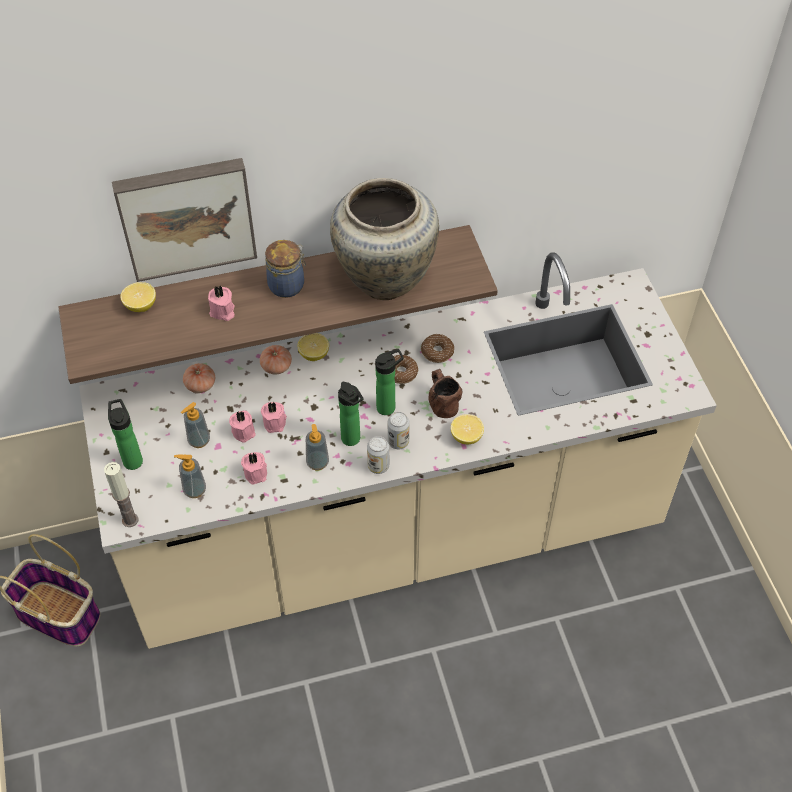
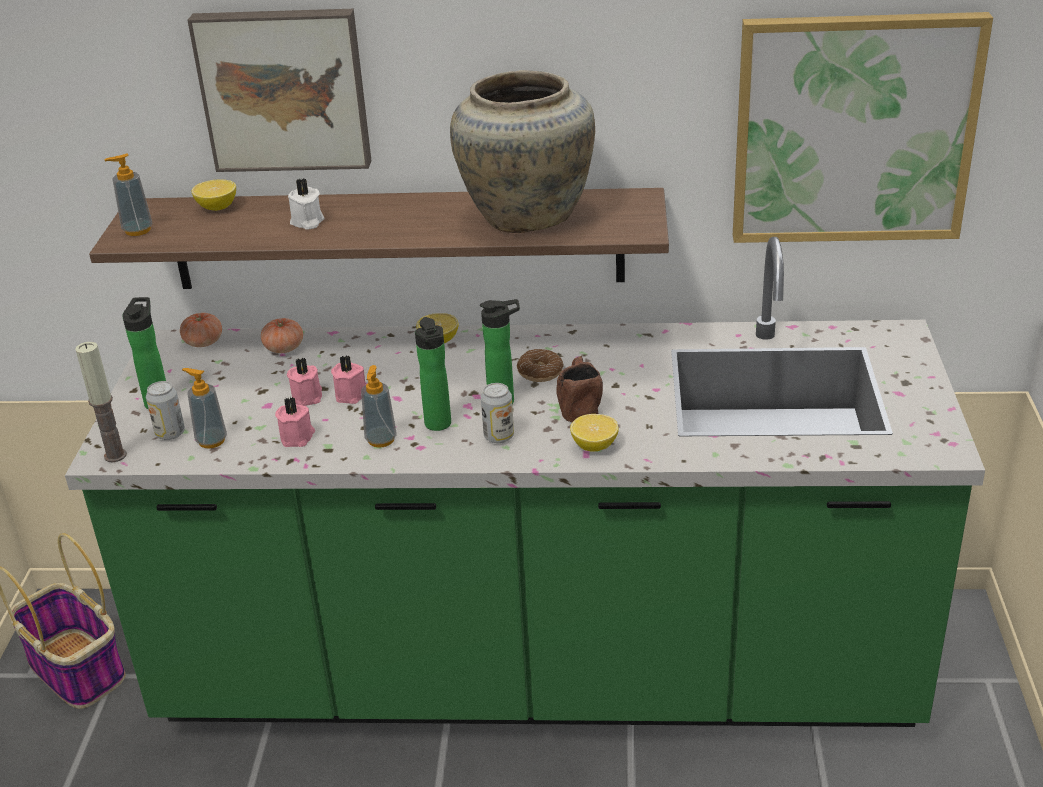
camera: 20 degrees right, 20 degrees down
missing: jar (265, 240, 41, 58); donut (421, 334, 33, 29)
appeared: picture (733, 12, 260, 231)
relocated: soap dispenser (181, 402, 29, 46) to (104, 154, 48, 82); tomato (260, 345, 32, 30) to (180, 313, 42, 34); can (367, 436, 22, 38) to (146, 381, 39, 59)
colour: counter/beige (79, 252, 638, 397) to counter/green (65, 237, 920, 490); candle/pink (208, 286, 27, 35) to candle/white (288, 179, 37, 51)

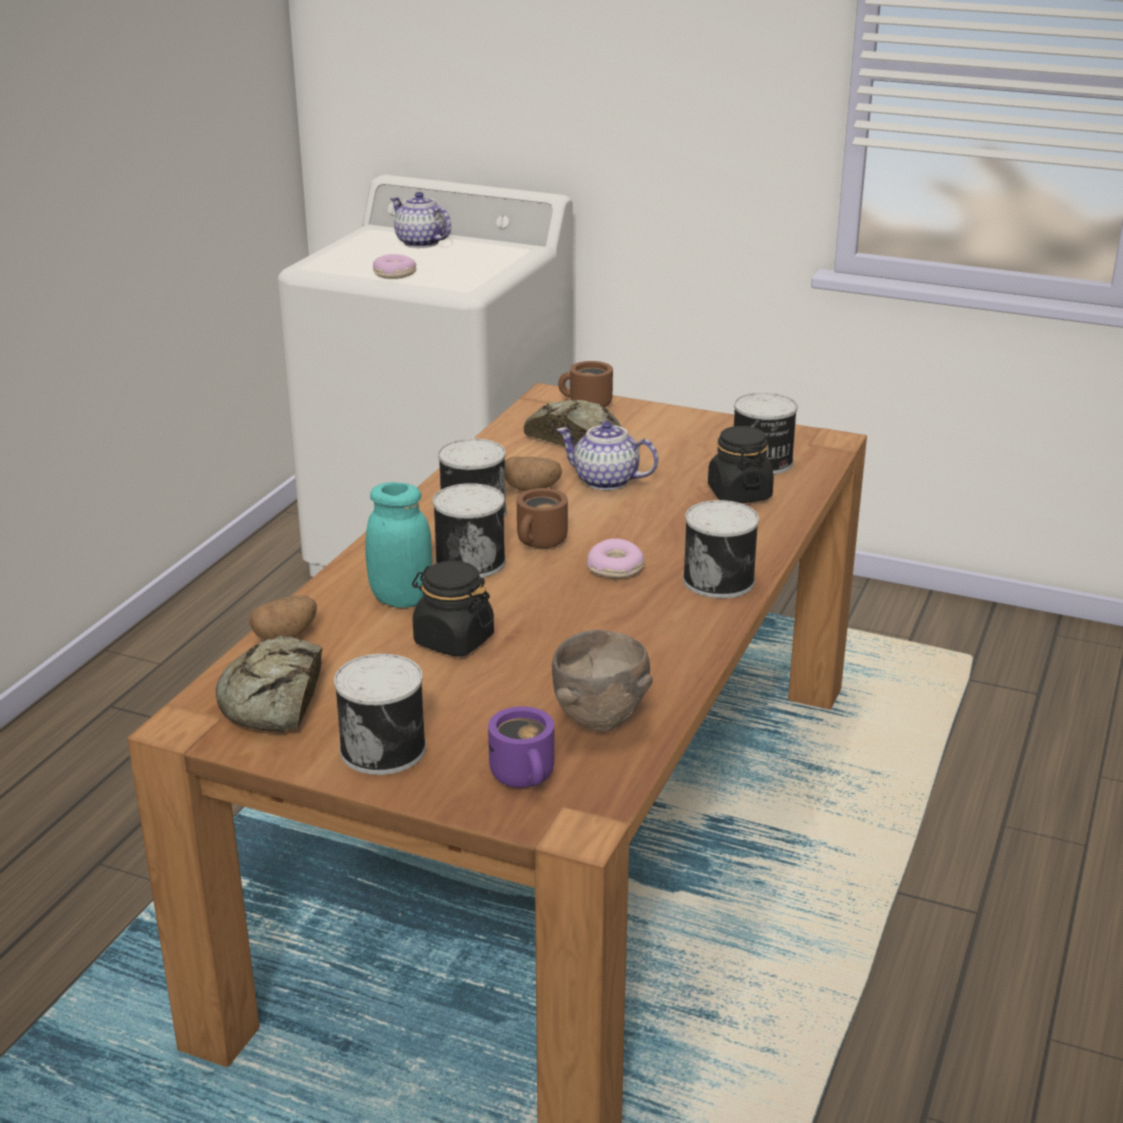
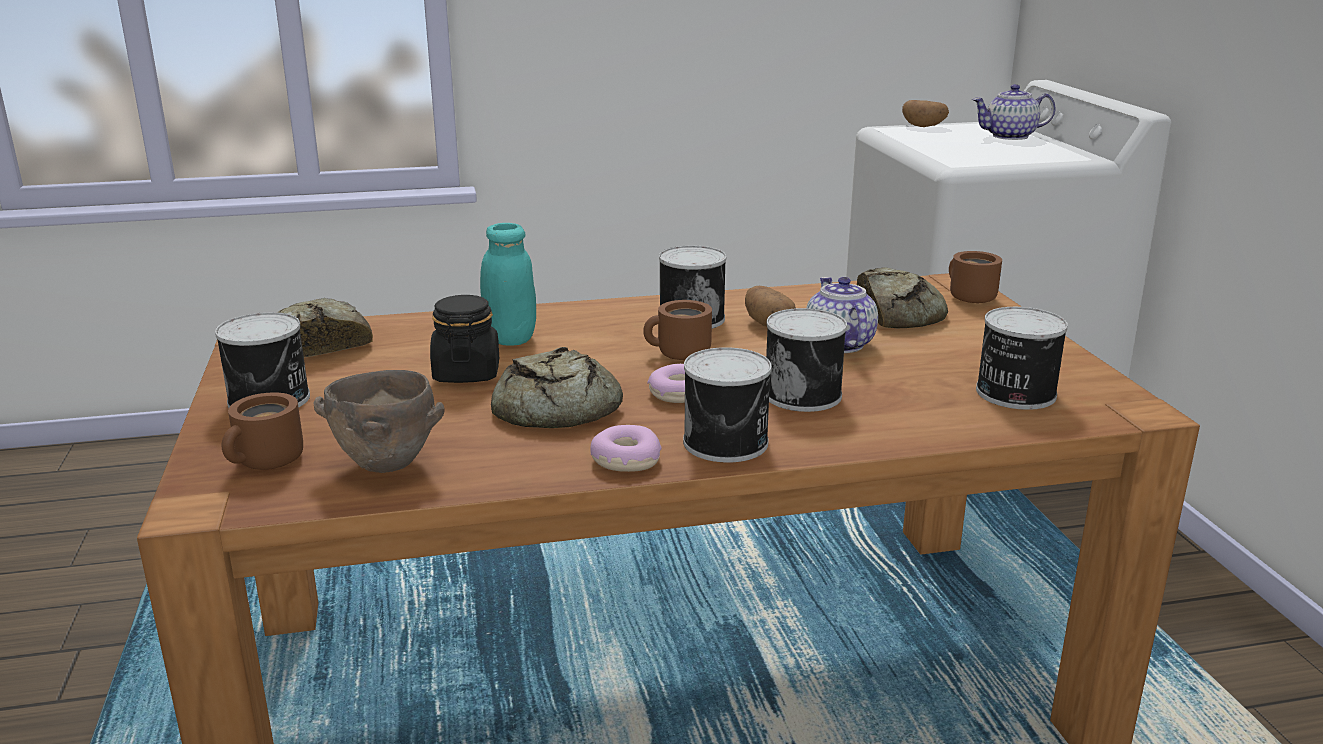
camera: 55 degrees right, 5 degrees down
missing: jar/black (708, 426, 66, 77)
appeared: bread (491, 347, 132, 81)
relocated: potato (250, 595, 67, 45) to (902, 100, 47, 27); donut (373, 254, 43, 25) to (591, 425, 71, 47); can (433, 483, 73, 95) to (766, 308, 81, 104)
colour: mug/purple (488, 706, 66, 82) to mug/brown (222, 392, 81, 78)
spun: teapot (390, 192, 61, 56) = (972, 84, 84, 56) 105 degrees counterclockwise

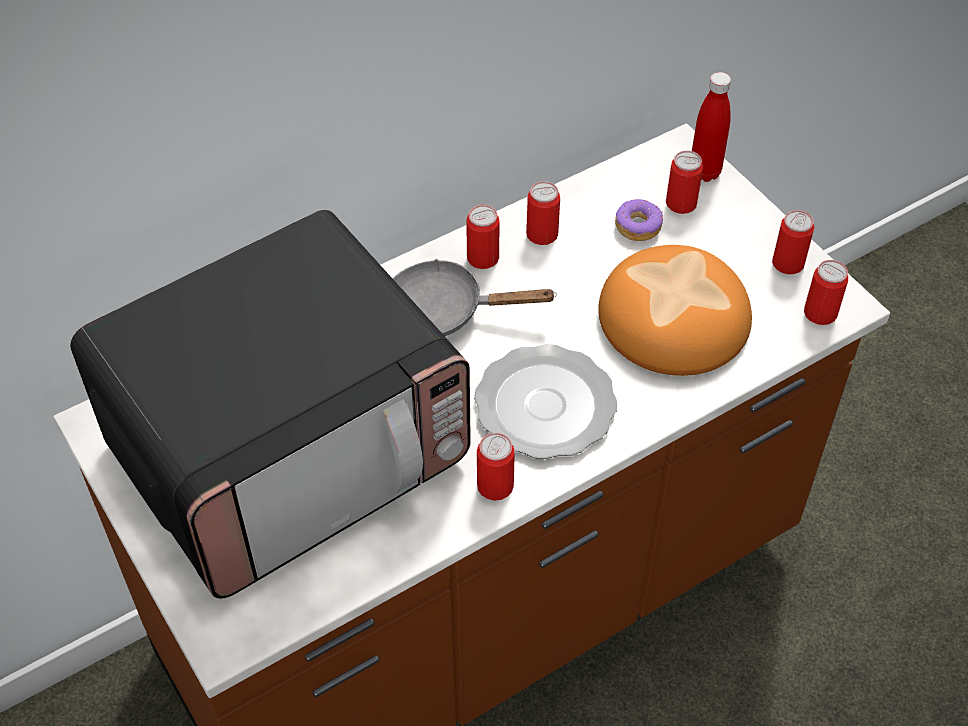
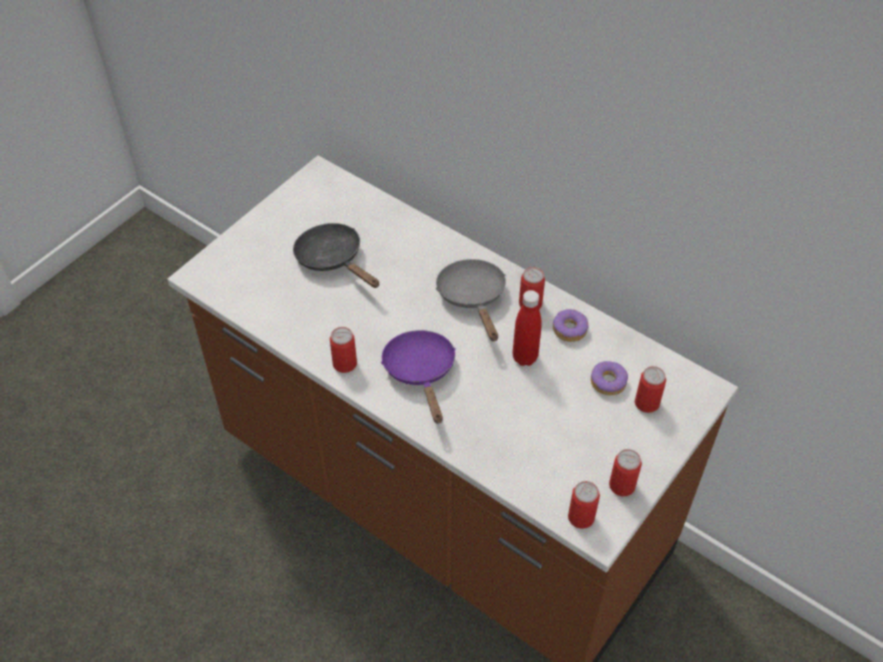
camera: 70 degrees right, 0 degrees up
missing: bread (598, 245, 154, 131)
relocated: bottle/red (692, 72, 39, 110) to (513, 290, 29, 76)
exchanged: microwave (70, 210, 401, 389) to frying pan/black (293, 223, 86, 65); plate (474, 344, 143, 115) to frying pan/purple (381, 330, 75, 94); can (526, 181, 34, 64) to donut (553, 309, 36, 33)

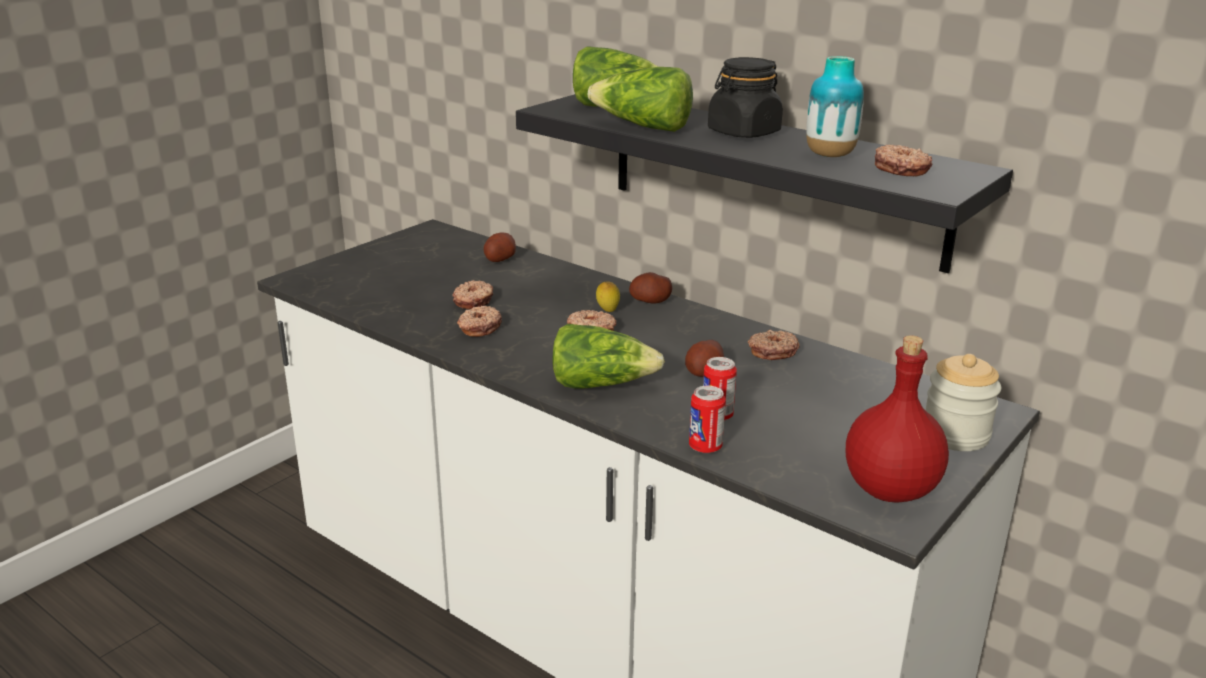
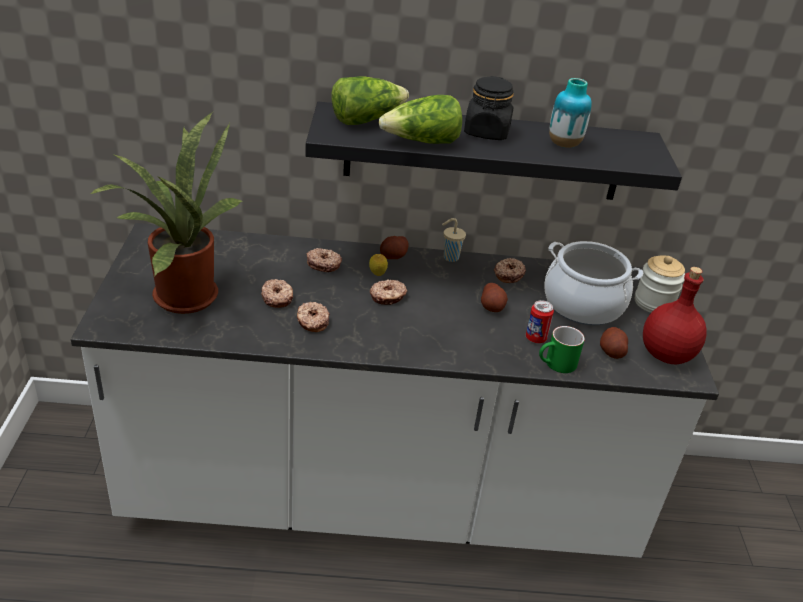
camera: 40 degrees left, 10 degrees up
missing: lettuce (553, 324, 112, 65)
appeared: potted plant (91, 112, 151, 202); cup/beige (442, 218, 24, 44); cooking pot (544, 241, 99, 84)
relocated: potato (484, 233, 32, 29) to (600, 327, 28, 32); donut (875, 145, 57, 31) to (307, 248, 35, 24)
exchanged: can (689, 386, 37, 67) to mug/green (539, 326, 46, 47)

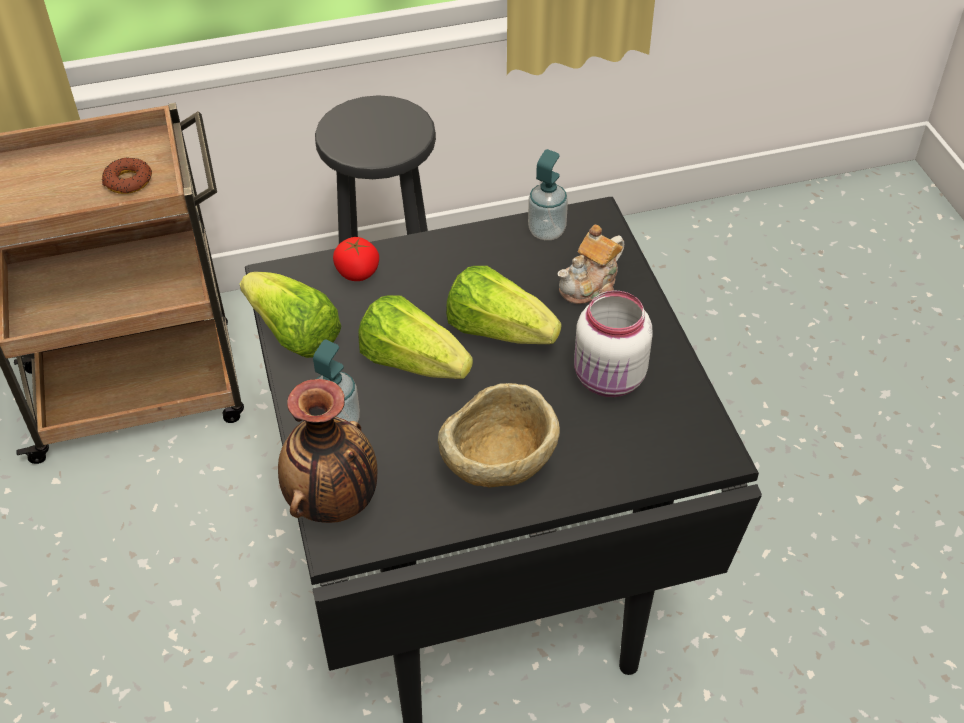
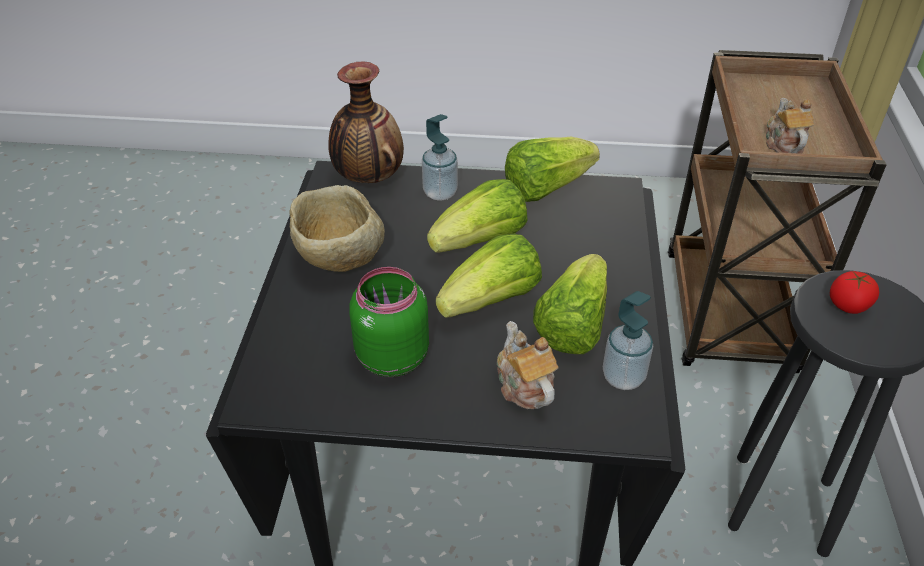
camera: 110 degrees right, 5 degrees down
appeared: lettuce (533, 254, 74, 100)
relocated: tomato (333, 237, 46, 44) to (830, 271, 49, 43)
exchanged: donut (102, 157, 50, 37) to teapot (766, 98, 48, 56)
colour: jar/white (574, 290, 79, 107) to jar/green (349, 267, 80, 110)

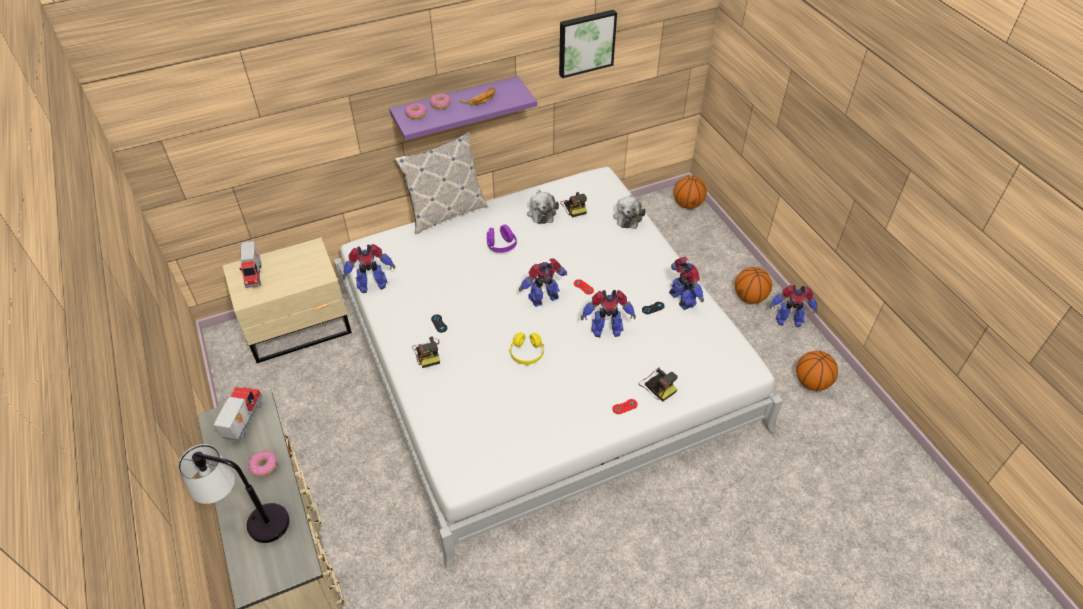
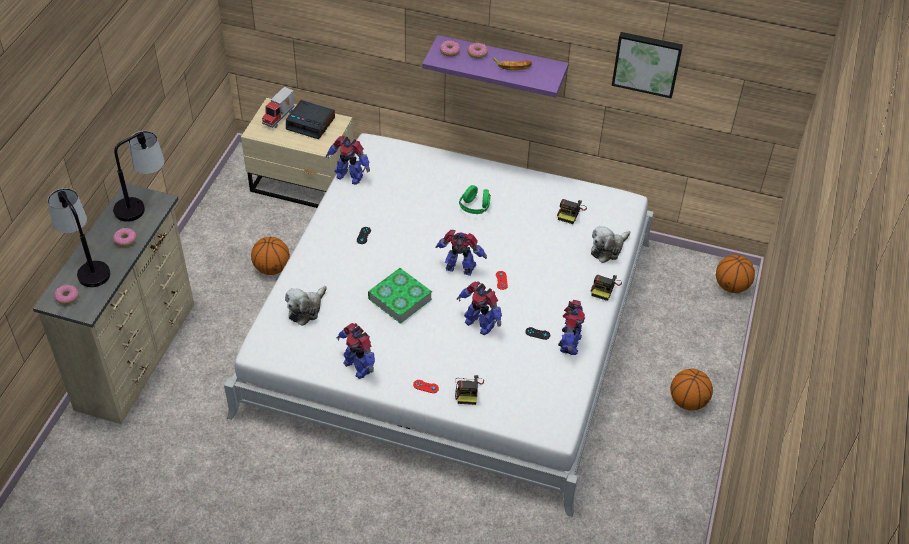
camera: 40 degrees right, 0 degrees up
missing: pillow (394, 132, 93, 102)
appeared: donut (54, 285, 25, 20); alarm clock (286, 100, 49, 39)
relocated: photo camera (412, 336, 28, 32) to (590, 275, 32, 26); plush toy (527, 190, 32, 34) to (285, 286, 42, 40); toy robot (769, 285, 49, 42) to (337, 323, 38, 56); basketball (796, 351, 42, 40) to (251, 237, 39, 38)
exchanged: toy truck (214, 387, 48, 54) to table lamp (113, 130, 52, 92); headphones/yellow (510, 332, 34, 33) to book (368, 268, 64, 56)
colour: headphones/purple (487, 225, 30, 28) to headphones/green (459, 185, 32, 29)

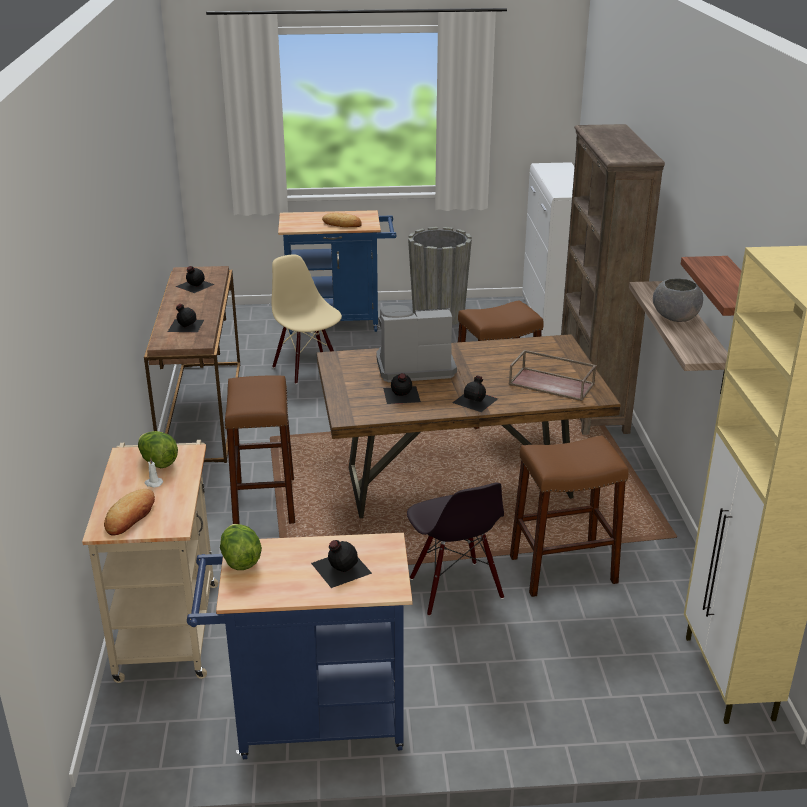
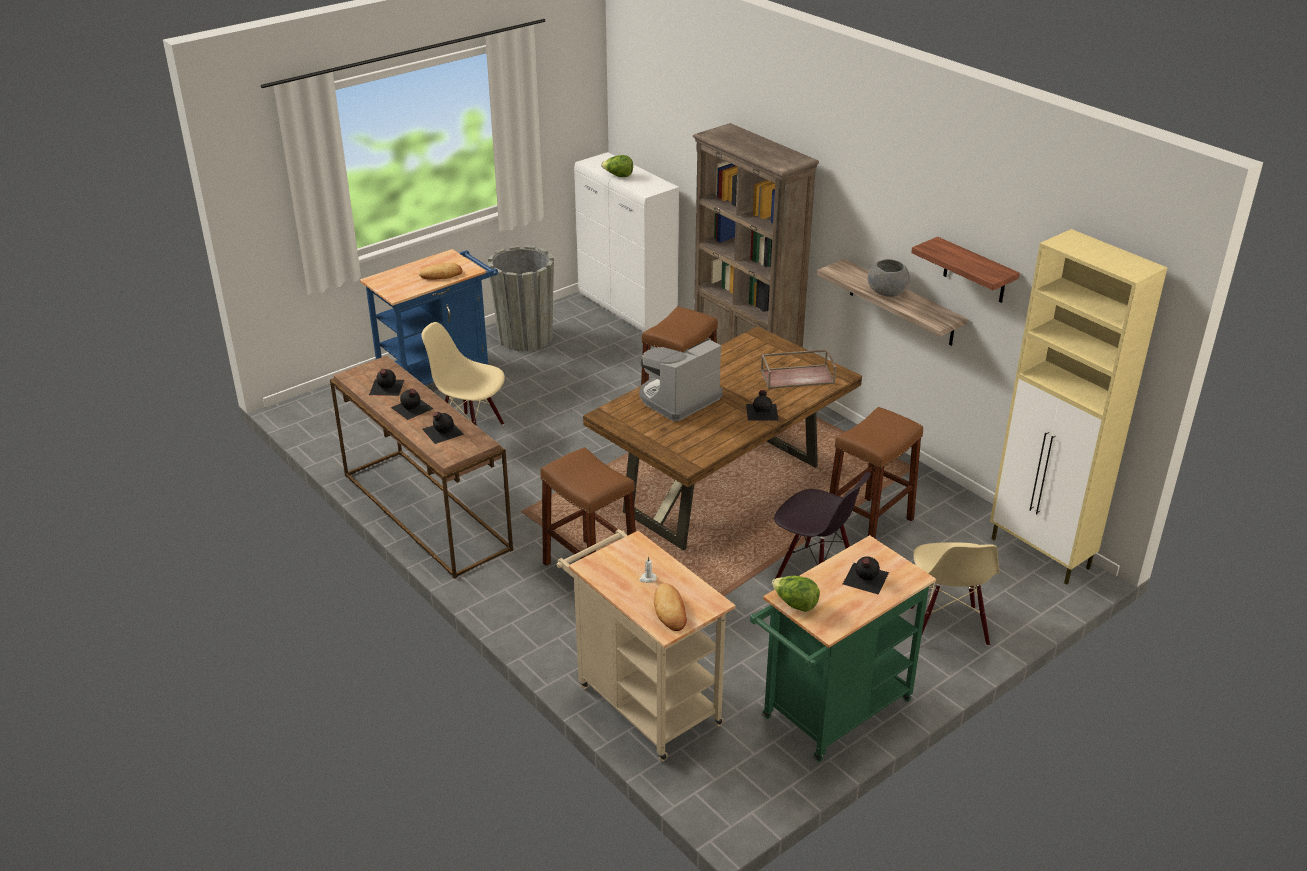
camera: 35 degrees left, 5 degrees up
appeared: chair/beige (910, 542, 90, 104)
relocated: lettuce (138, 431, 40, 37) to (601, 155, 32, 22); bottle/black (383, 373, 38, 31) to (391, 389, 42, 31)
colour: cart/blue (187, 533, 225, 226) to cart/green (750, 535, 186, 227)

